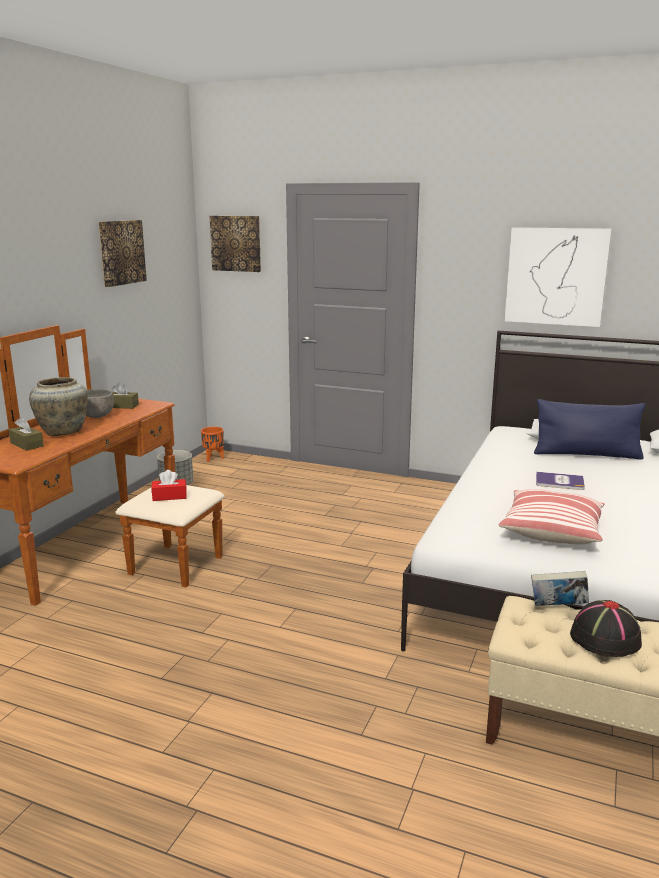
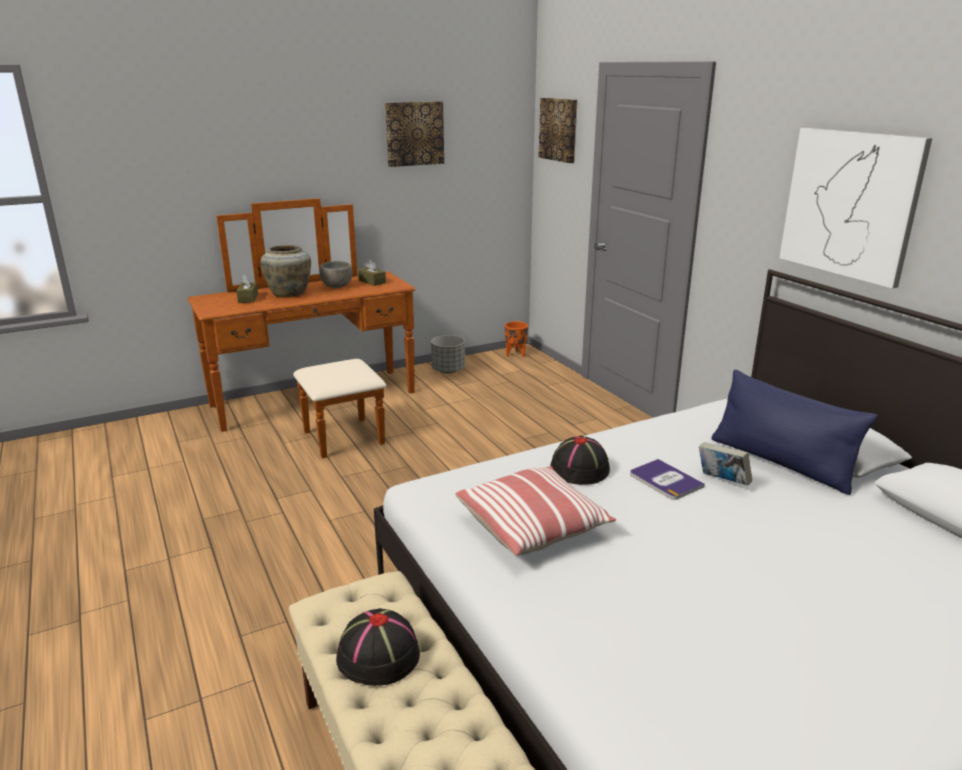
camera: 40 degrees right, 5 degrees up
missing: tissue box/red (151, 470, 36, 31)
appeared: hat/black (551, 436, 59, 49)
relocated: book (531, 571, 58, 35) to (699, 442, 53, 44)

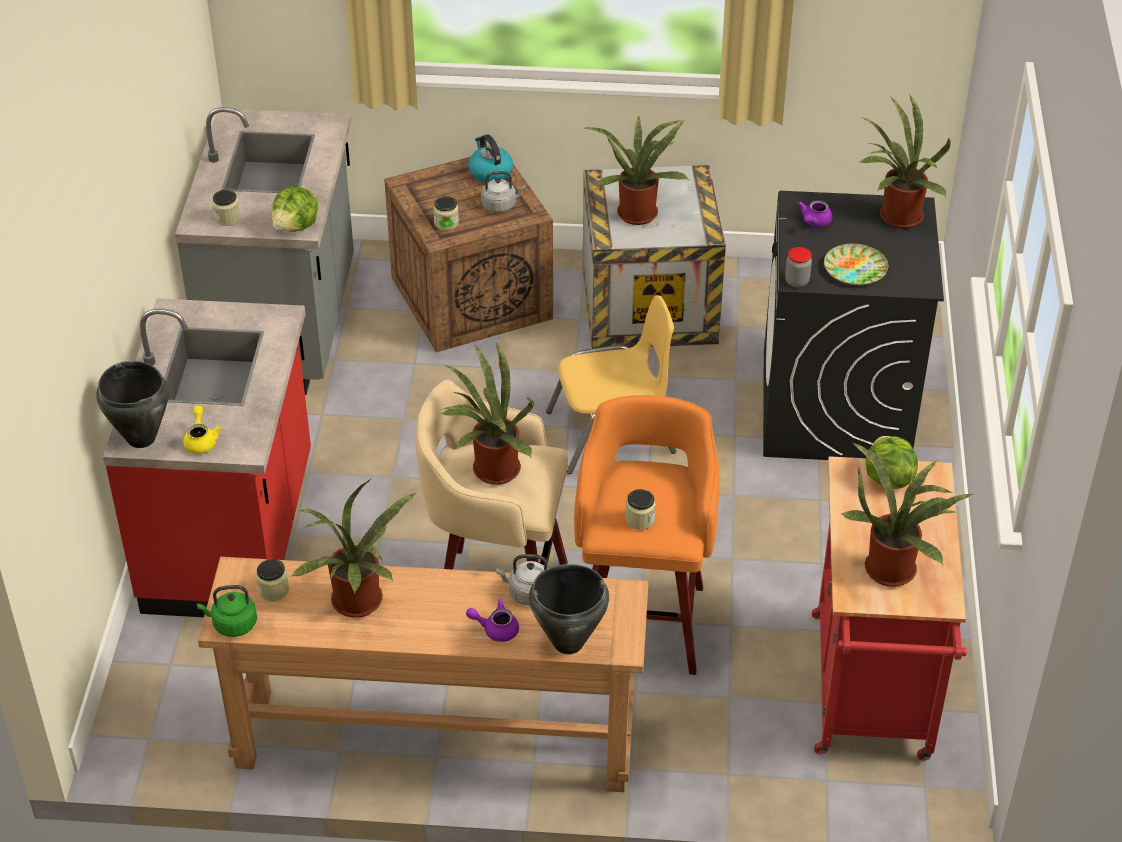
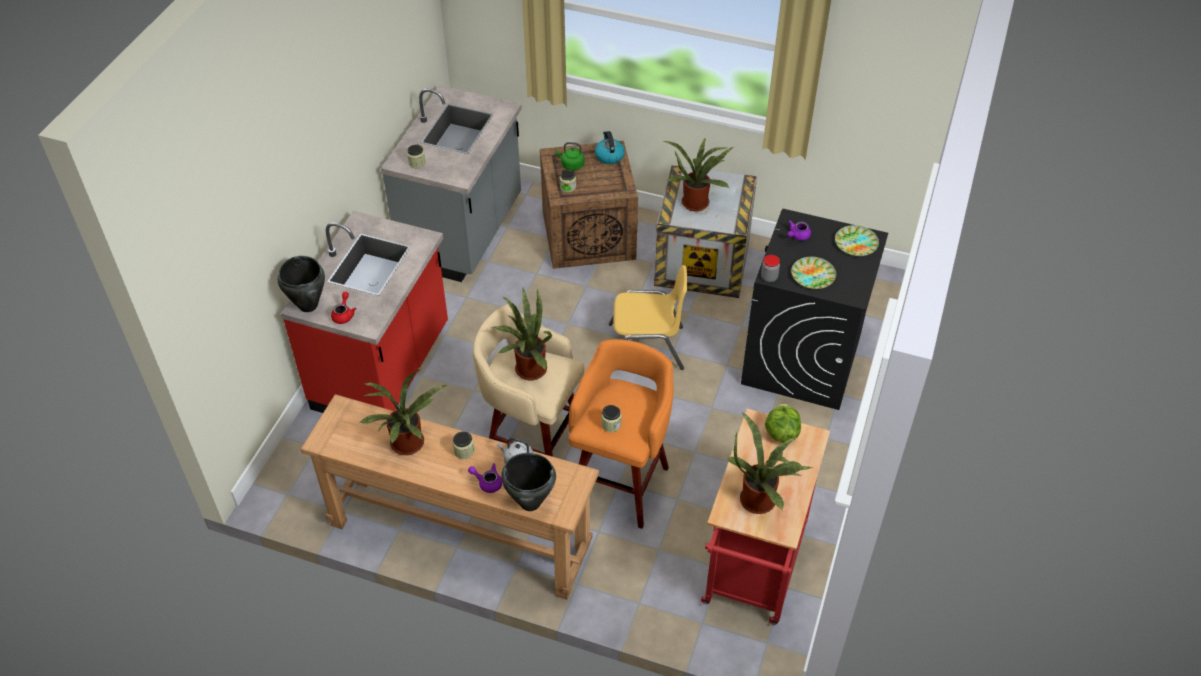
camera: 15 degrees right, 5 degrees up
missing: lettuce (272, 186, 46, 46); kettle/grey (481, 171, 45, 42)
relocated: kettle/green (197, 585, 60, 52) to (555, 142, 29, 29); jar (256, 559, 33, 42) to (453, 431, 21, 28)
exchanged: potted plant (859, 96, 92, 133) to plate (835, 225, 44, 31)
colour: teapot/yellow (183, 406, 39, 48) to teapot/red (331, 292, 25, 32)

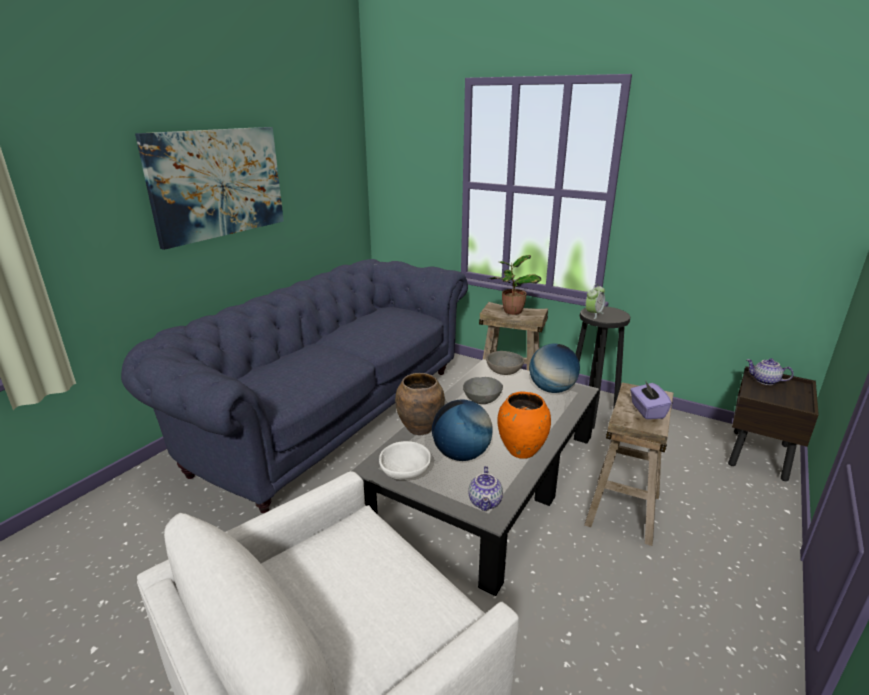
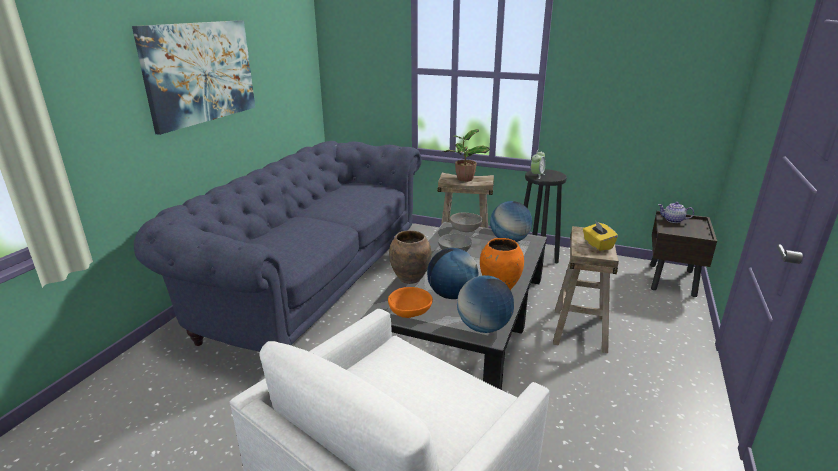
camera: 10 degrees left, 0 degrees up
exchanged: teapot (468, 466, 35, 45) to globe (457, 275, 57, 58)
colour: bowl/white (379, 441, 52, 39) to bowl/orange (388, 287, 45, 31); tissue box/purple (630, 380, 42, 39) to tissue box/yellow (583, 220, 35, 31)

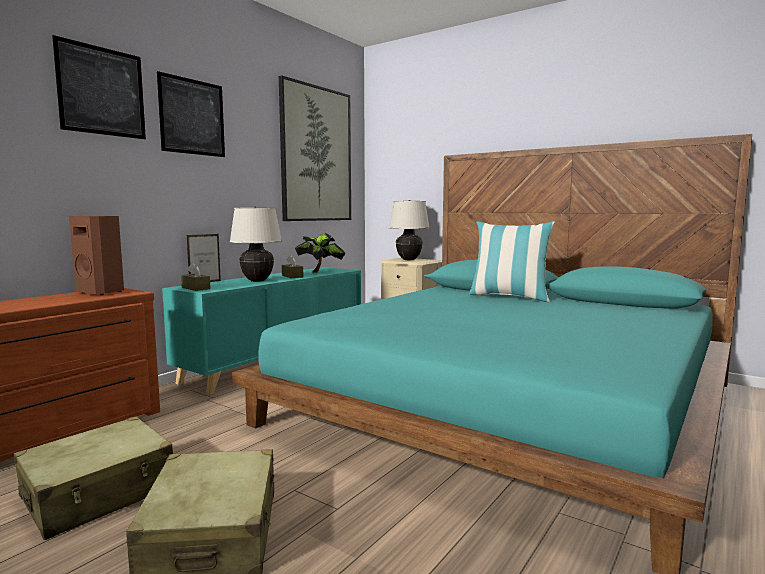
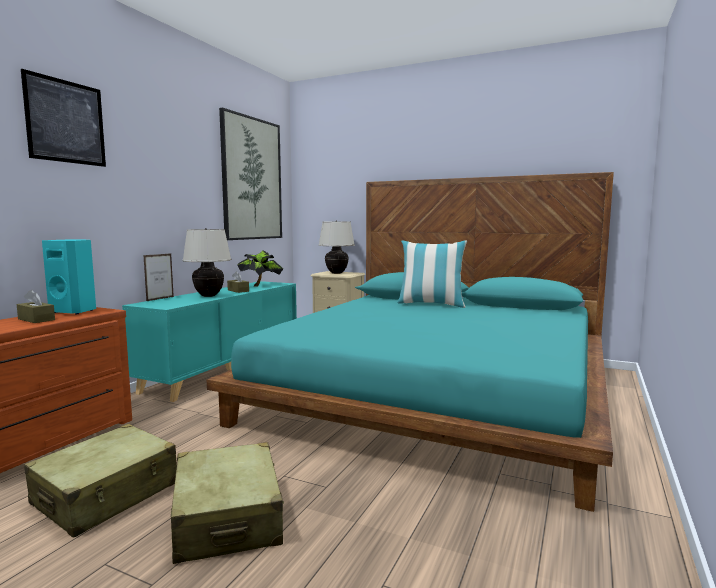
camera: 10 degrees left, 0 degrees up
missing: picture (157, 71, 68, 86)
relocated: tissue box/brown (181, 263, 29, 28) to (16, 290, 39, 33)
colour: speaker/brown (69, 216, 55, 79) to speaker/turquoise (42, 240, 54, 74)

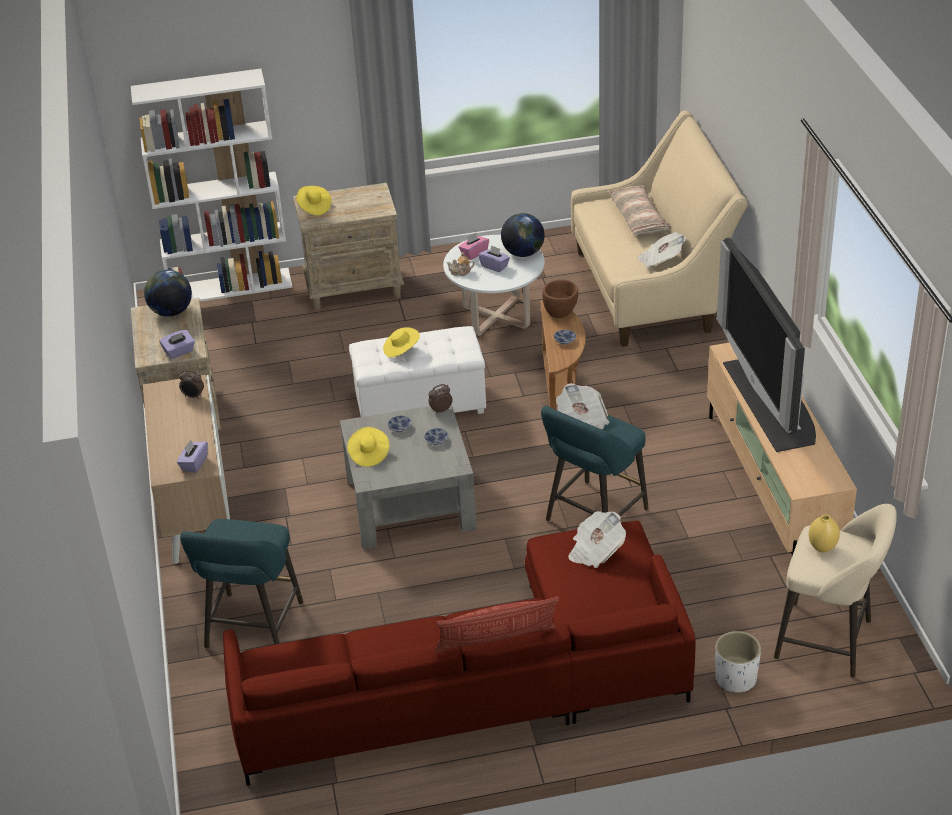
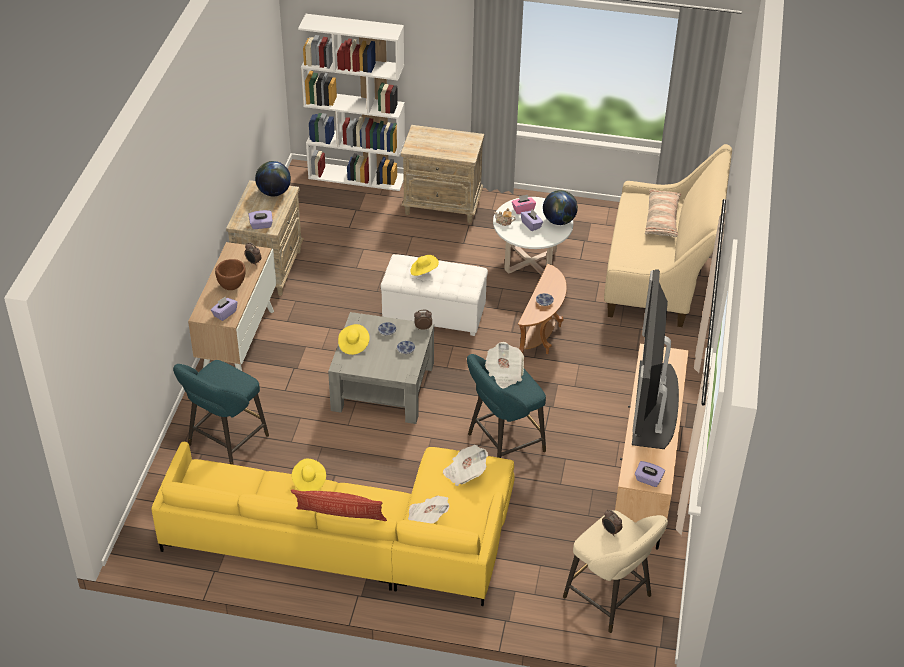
camera: 20 degrees right, 5 degrees up
missing: planter/white (715, 631, 46, 62)
appeared: tissue box/purple (635, 461, 30, 26)
relocated: hat/yellow (296, 186, 35, 29) to (292, 459, 34, 32); bowl/brown (542, 279, 36, 39) to (215, 259, 31, 31); newspaper (637, 232, 49, 36) to (408, 496, 41, 28)
exchanged: vase/yellow (808, 514, 32, 39) to alarm clock (602, 510, 20, 26)
colour: sofa/red (223, 521, 473, 265) to sofa/yellow (152, 442, 363, 164)

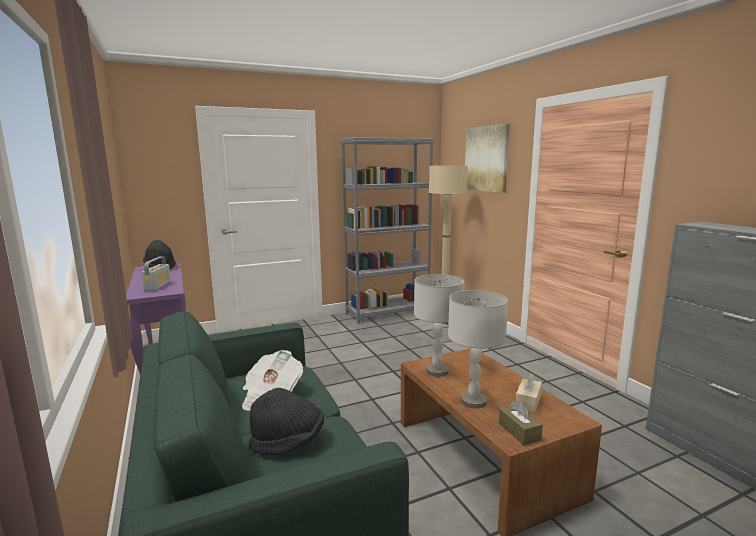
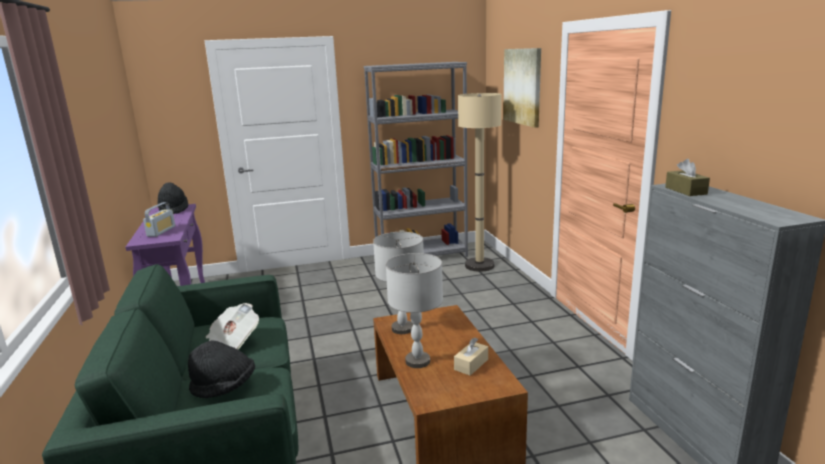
camera: 10 degrees right, 5 degrees up
relocated: tissue box/brown (499, 401, 44, 44) to (665, 159, 45, 37)

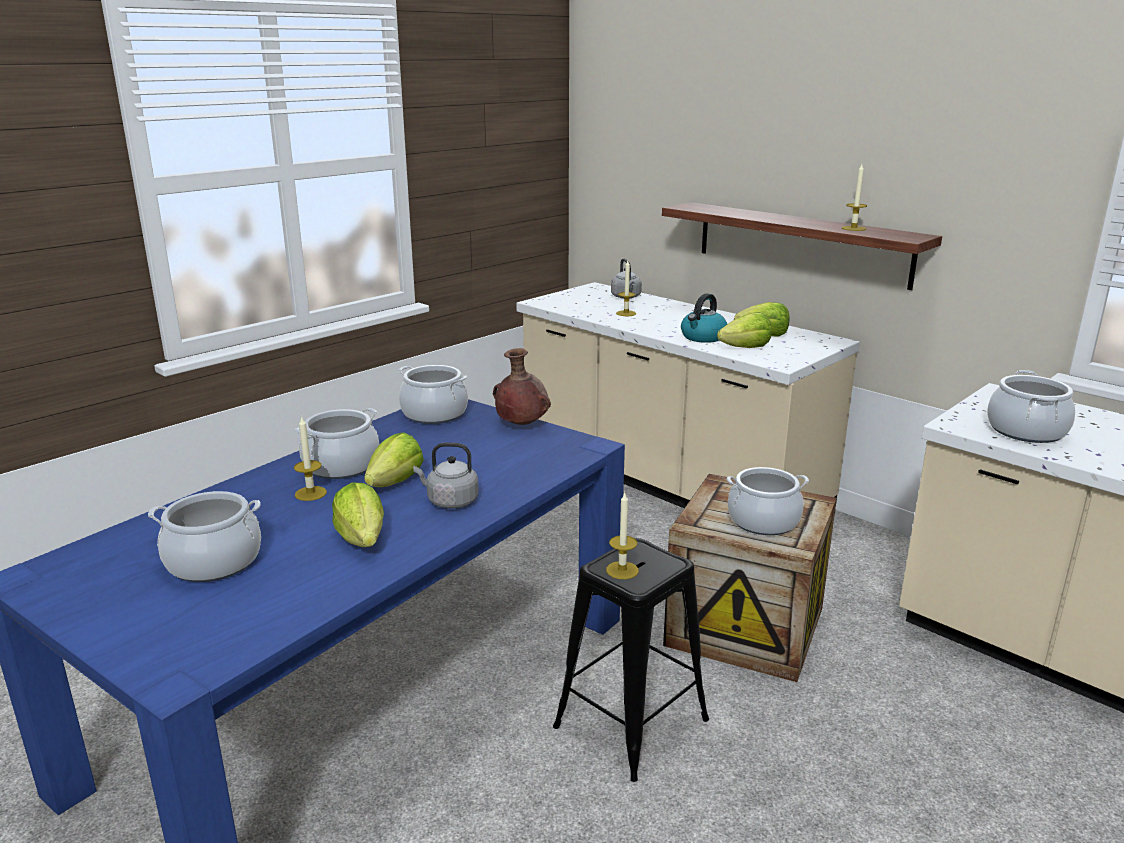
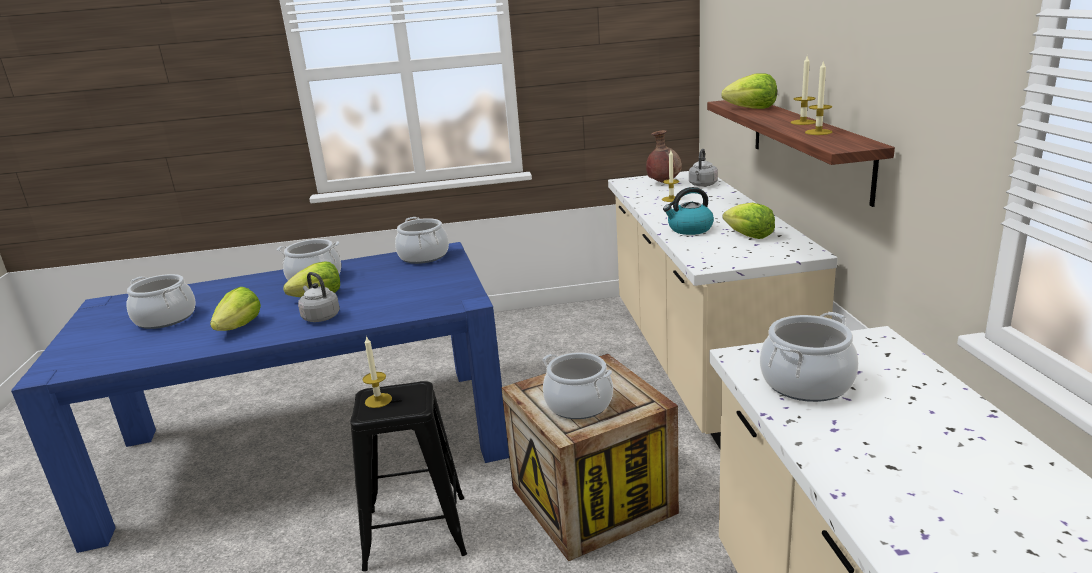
camera: 40 degrees right, 0 degrees up
relocated: candle (294, 416, 33, 85) to (790, 56, 26, 69); vase/brown (493, 348, 58, 77) to (646, 130, 36, 53); lettuce (717, 312, 55, 36) to (722, 73, 55, 36)

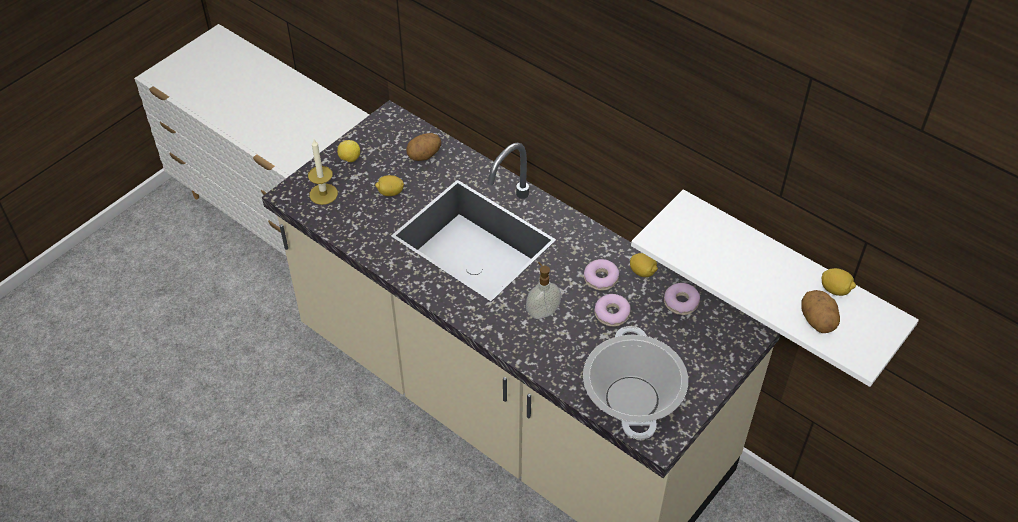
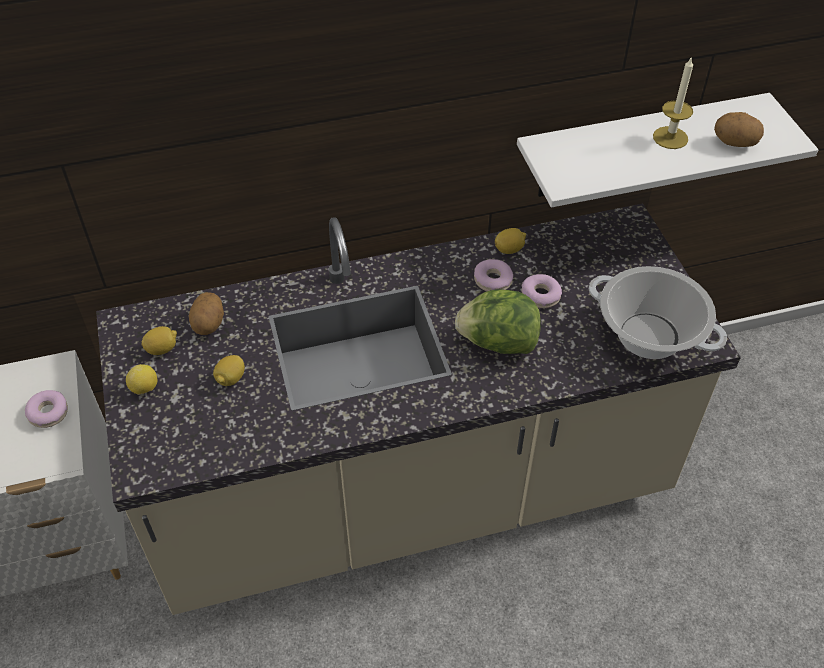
camera: 55 degrees left, 0 degrees up
relocated: candle (308, 139, 30, 66) to (653, 56, 40, 93); donut (664, 283, 36, 32) to (25, 390, 43, 38); lemon (821, 268, 35, 28) to (141, 326, 36, 29)
exchanged: soap dispenser (526, 262, 35, 57) to lettuce (455, 289, 86, 65)

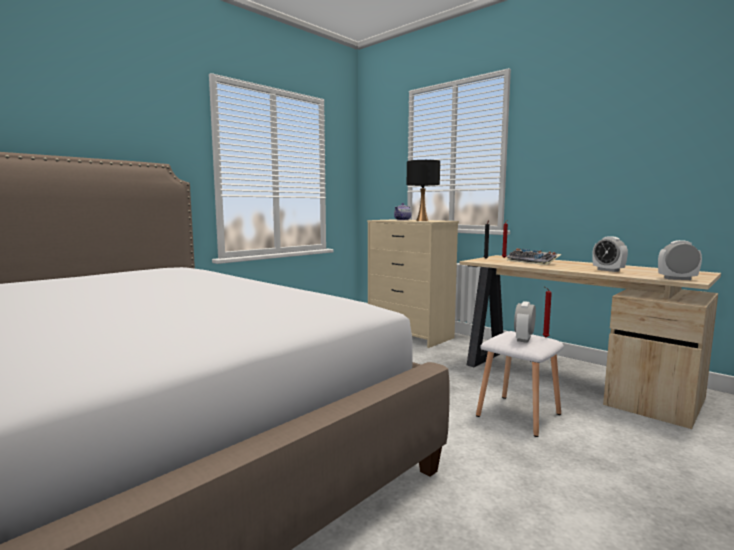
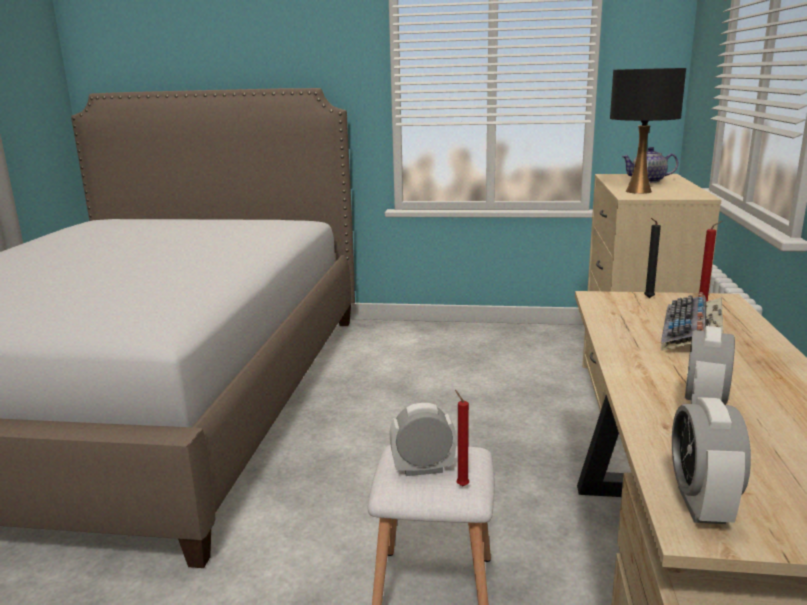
camera: 55 degrees right, 10 degrees up
spun: alarm clock (658, 240, 44, 40) = (672, 397, 79, 127) 150 degrees counterclockwise

